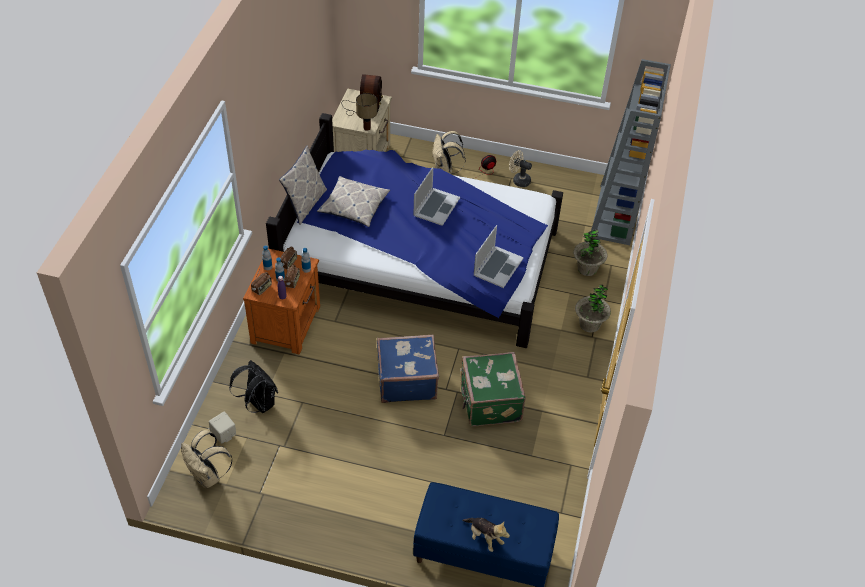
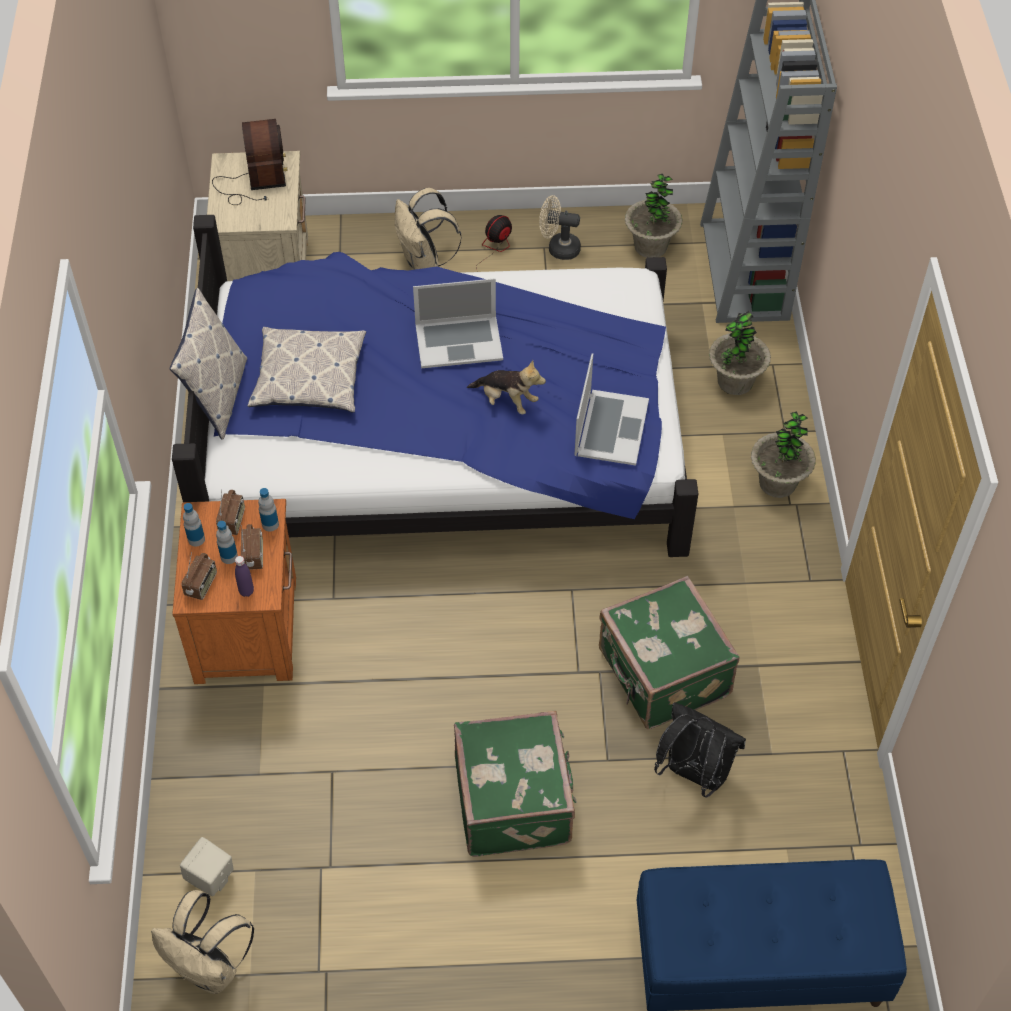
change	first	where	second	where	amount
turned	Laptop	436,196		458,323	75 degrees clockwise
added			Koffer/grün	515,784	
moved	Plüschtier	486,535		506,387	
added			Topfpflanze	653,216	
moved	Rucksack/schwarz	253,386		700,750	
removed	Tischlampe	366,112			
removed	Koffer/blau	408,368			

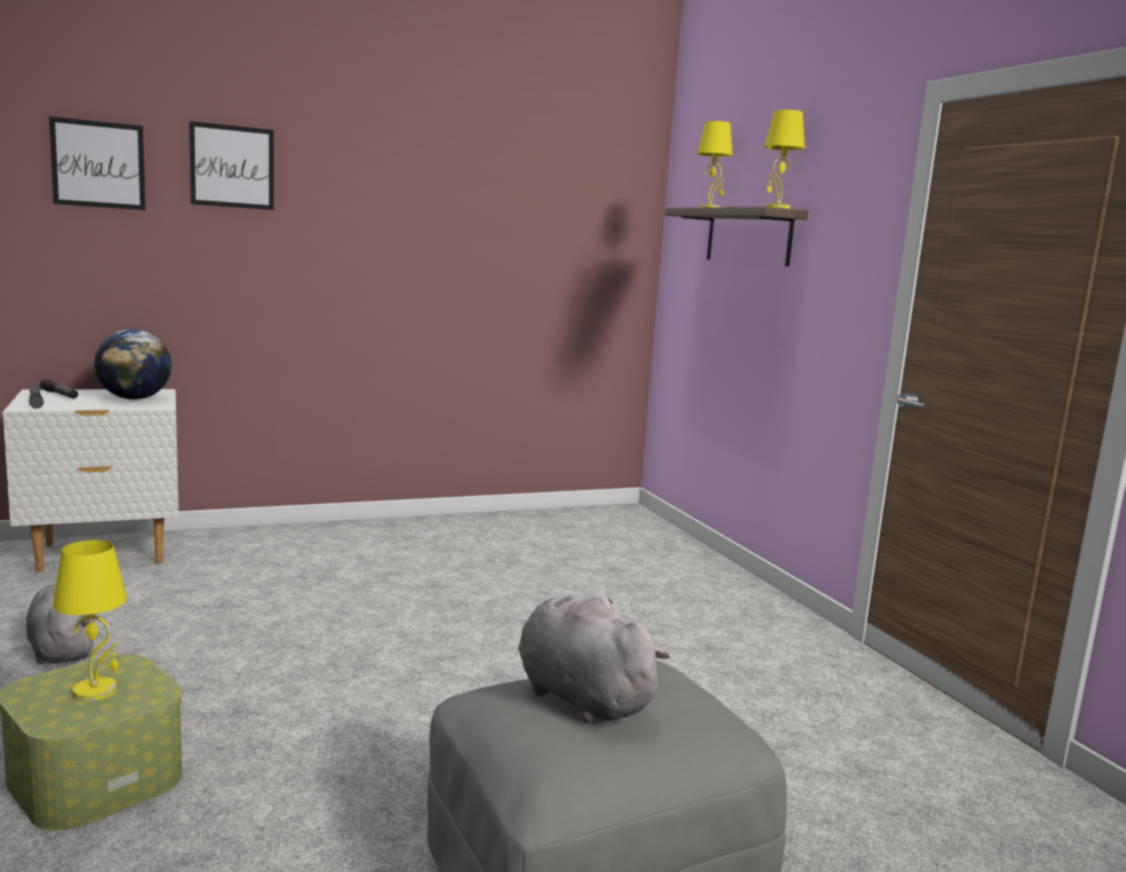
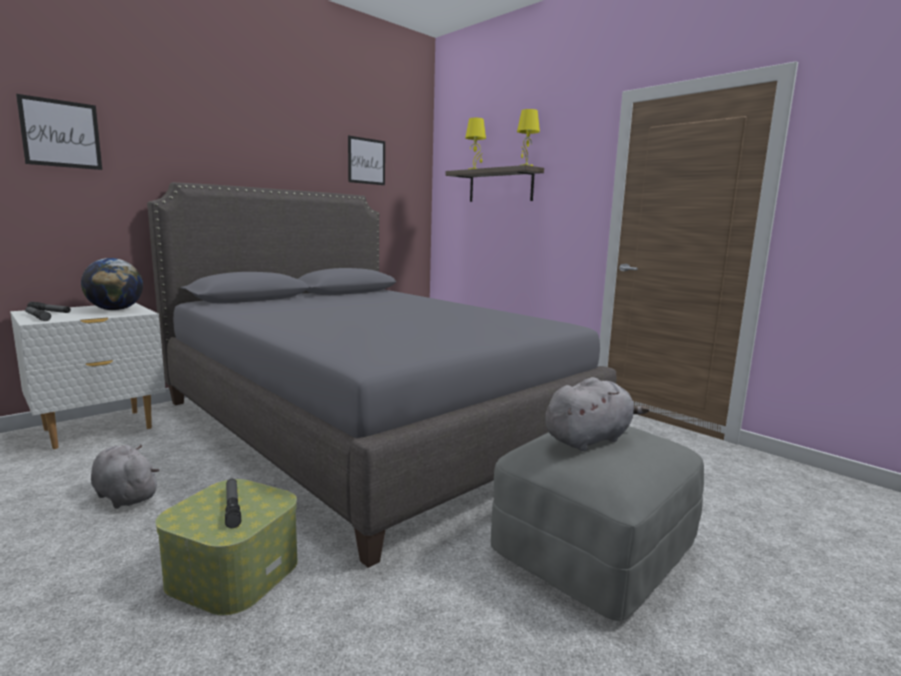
change	first	where	second	where	amount
added			Bett/grau	381,375	
replaced	Tischlampe/gelb	90,620	Taschenlampe	233,503	
moved	Bild	231,165		366,160	
turned	Plüschtier/grau	594,660		597,414	120 degrees clockwise

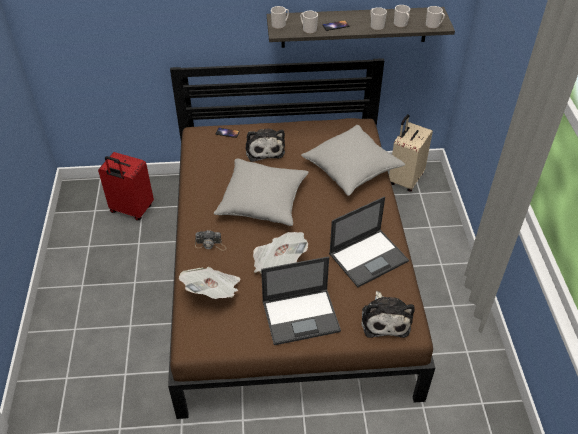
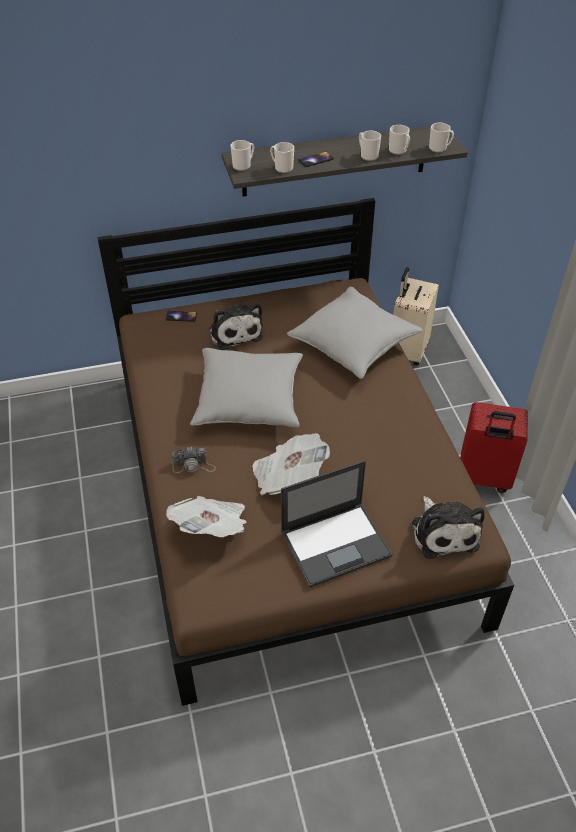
change	first	where	second	where	amount
moved	Koffer/rot	126,186		494,447	
removed	Laptop	369,242			

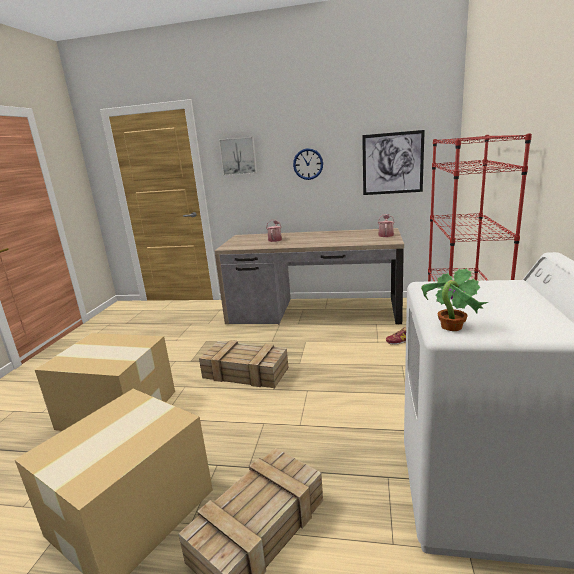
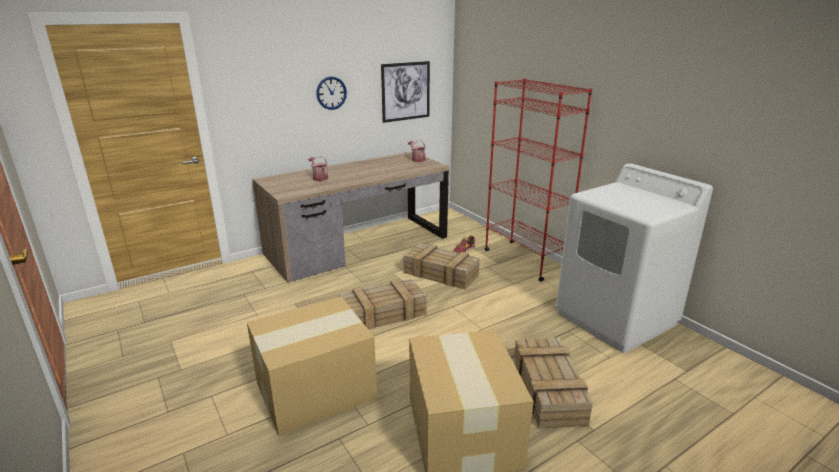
change	first	where	second	where	amount
added			Kiste	441,266	
removed	Bild	238,156			
removed	Topfpflanze	454,299			

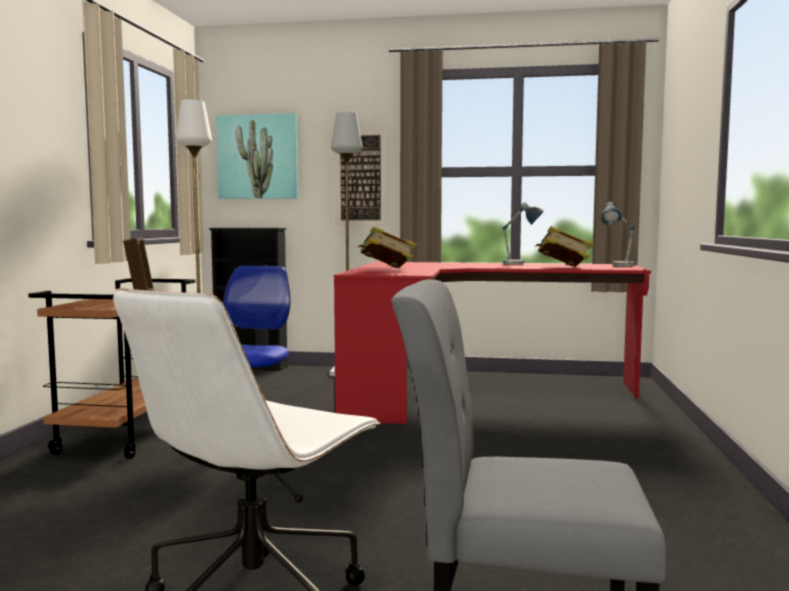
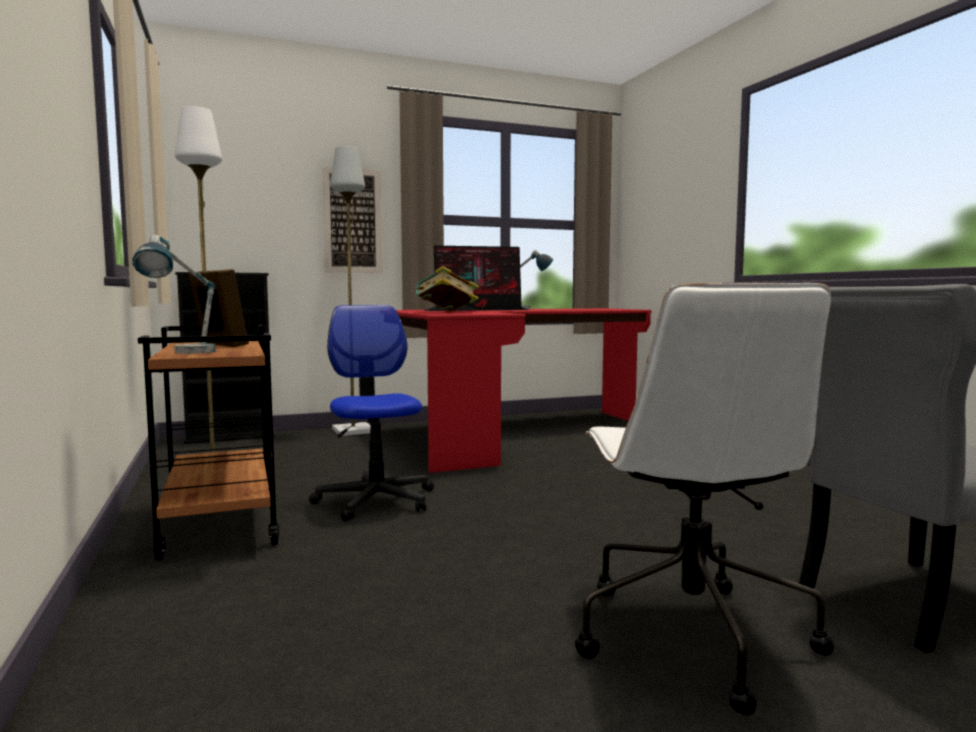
change	first	where	second	where	amount
moved	Tischlampe	618,234		174,294	
added			Monitor	476,278	
removed	Bild	257,156			
removed	Buch	564,246			

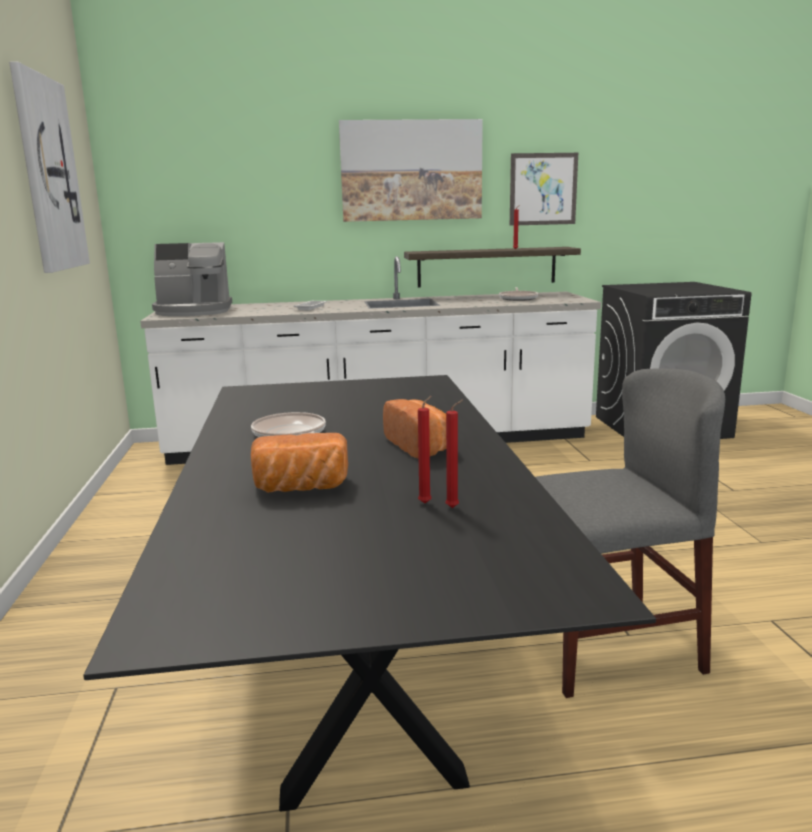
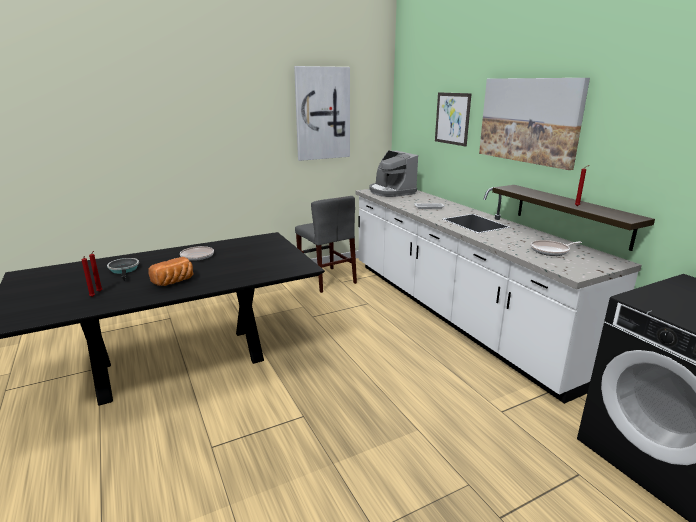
change	first	where	second	where	amount
replaced	Brot	299,463	Pfanne	123,269	
moved	Stuhl/grau	630,533		326,244	
moved	Bild	544,189		453,119	

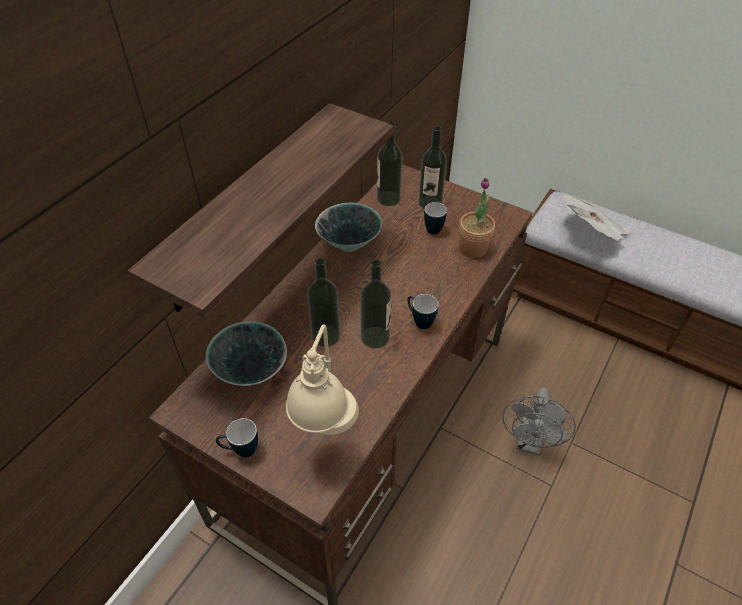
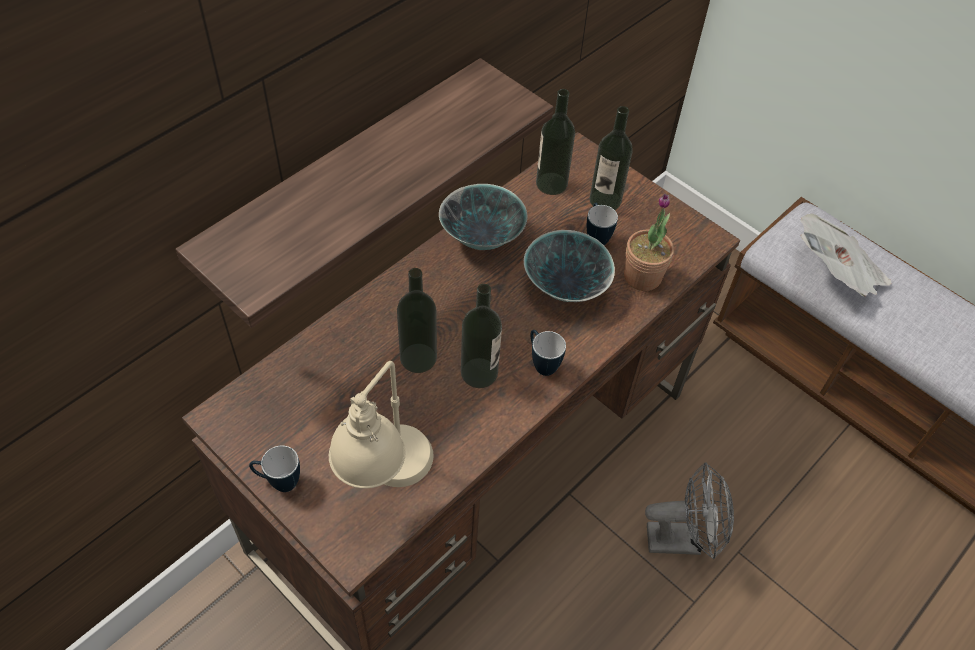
change	first	where	second	where	amount
moved	Schüssel	246,353		569,266	
turned	Ventilator/grau	539,421		689,511	120 degrees counterclockwise

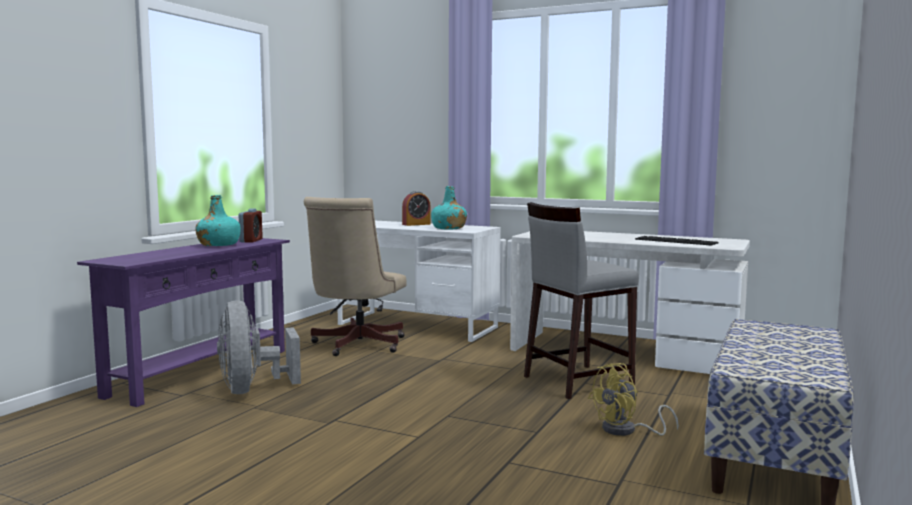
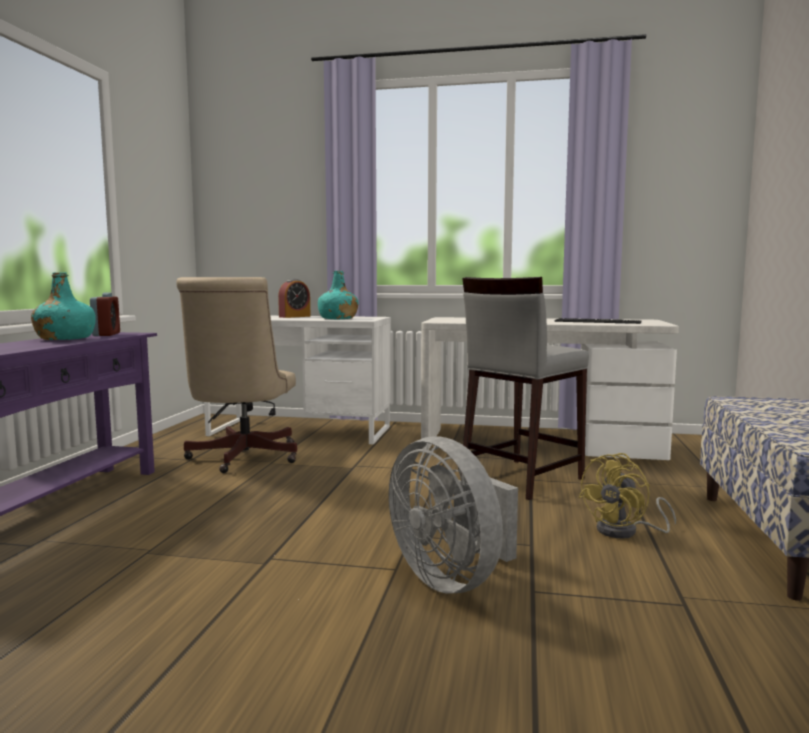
change	first	where	second	where	amount
moved	Ventilator/grau	259,347		453,514	

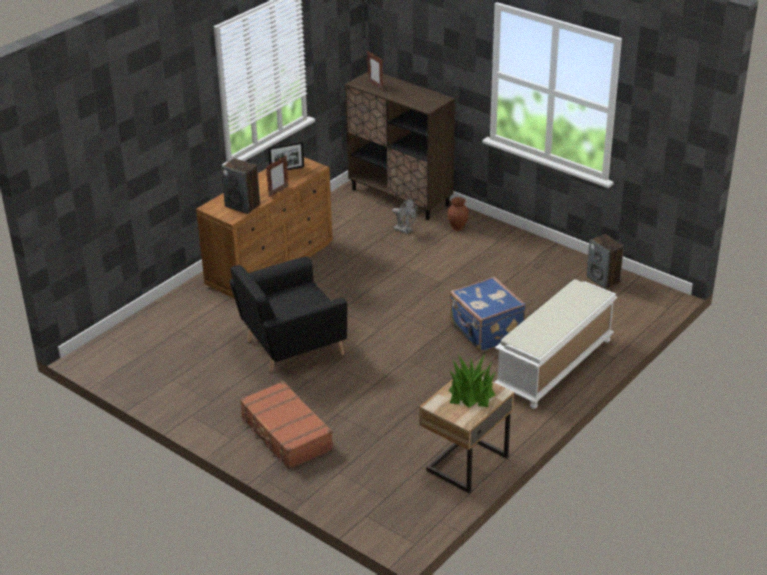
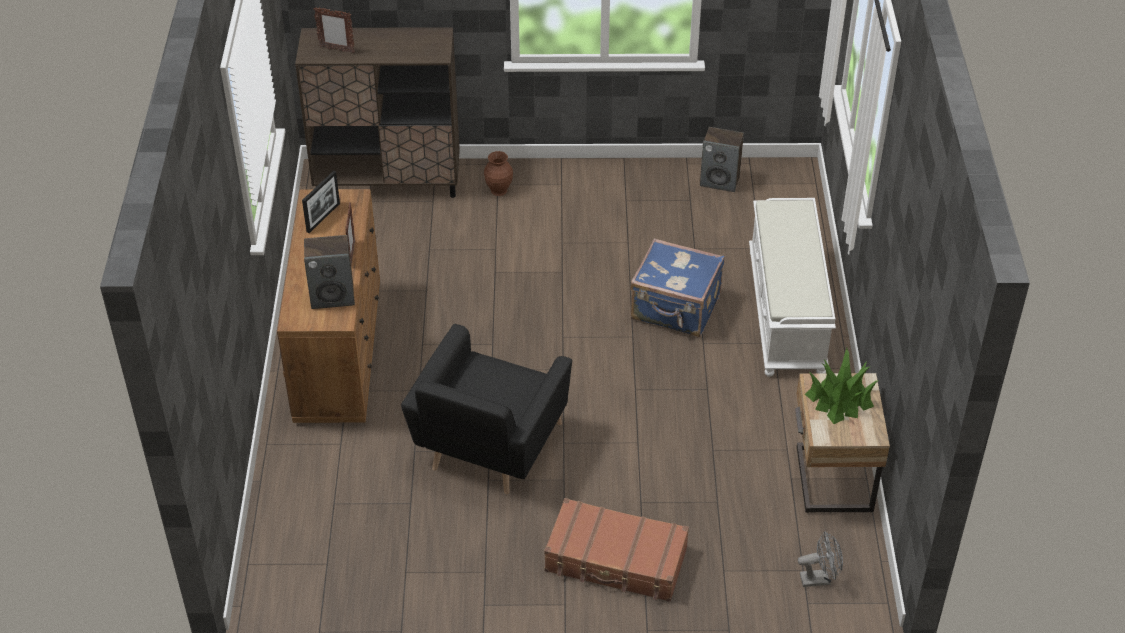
change	first	where	second	where	amount
moved	Ventilator/grau	405,216		820,559	

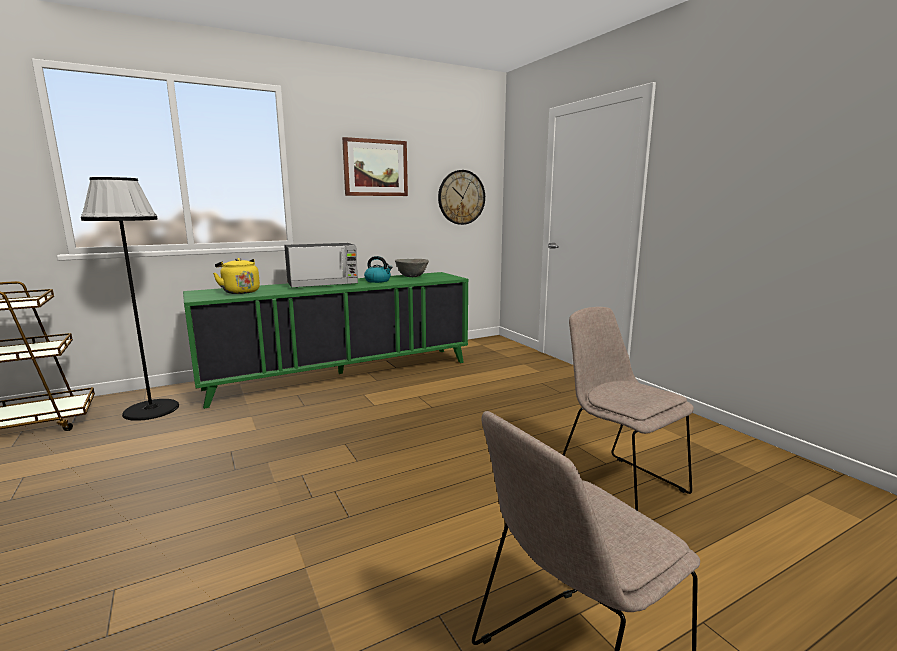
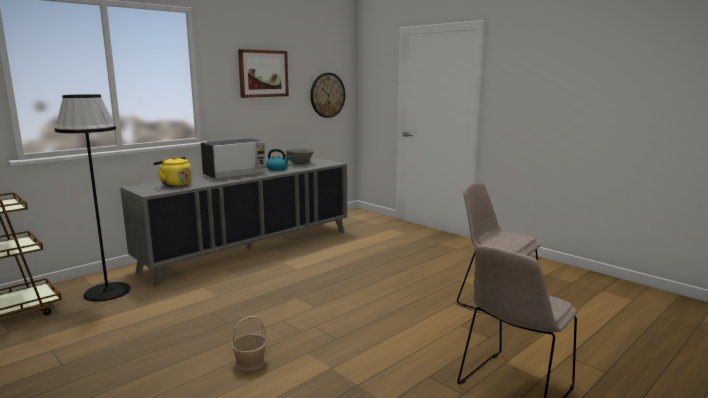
change	first	where	second	where	amount
recoloured	Schrank/grün	325,340	Schrank/grau	233,222	
added			Korb	249,343	

